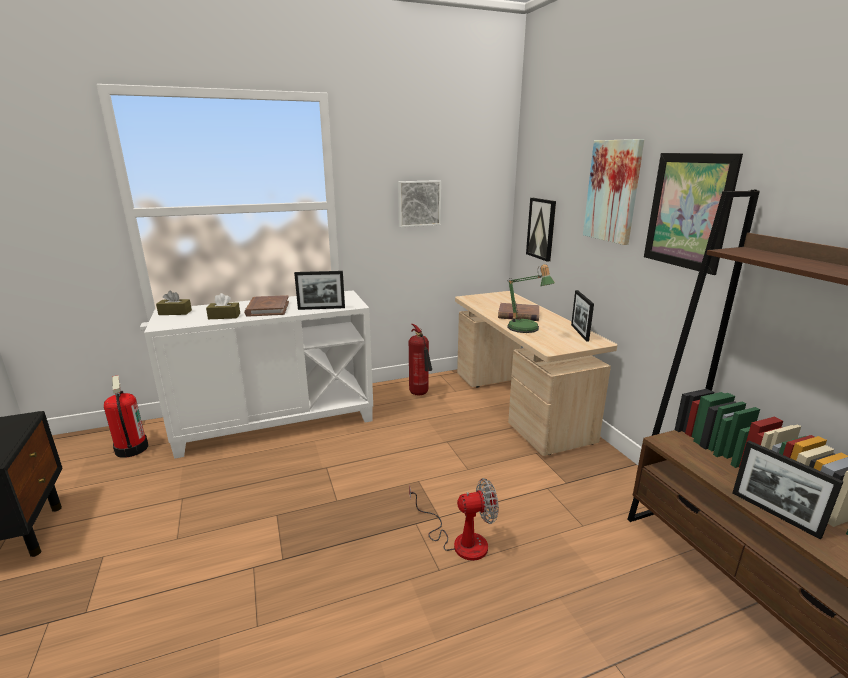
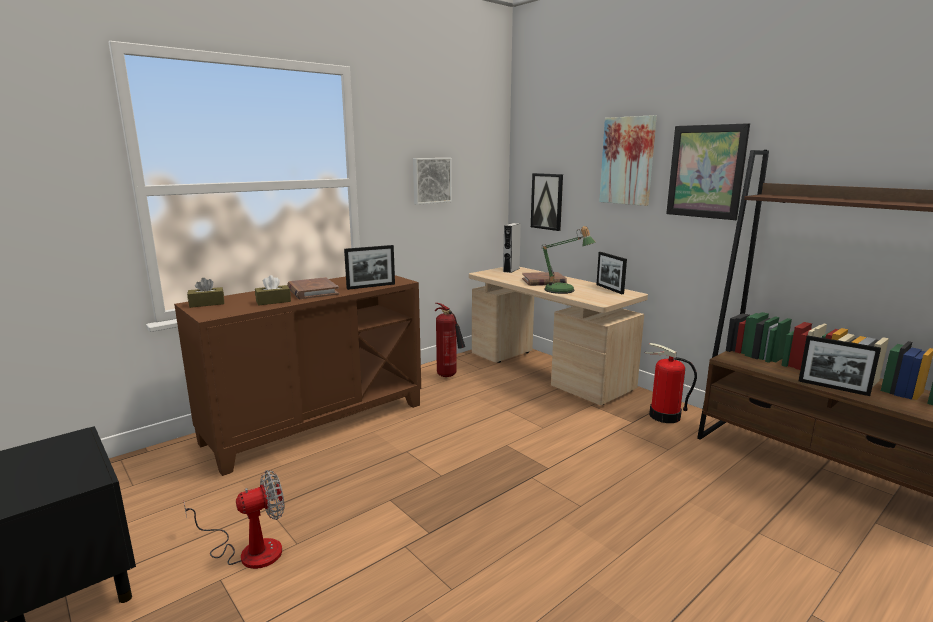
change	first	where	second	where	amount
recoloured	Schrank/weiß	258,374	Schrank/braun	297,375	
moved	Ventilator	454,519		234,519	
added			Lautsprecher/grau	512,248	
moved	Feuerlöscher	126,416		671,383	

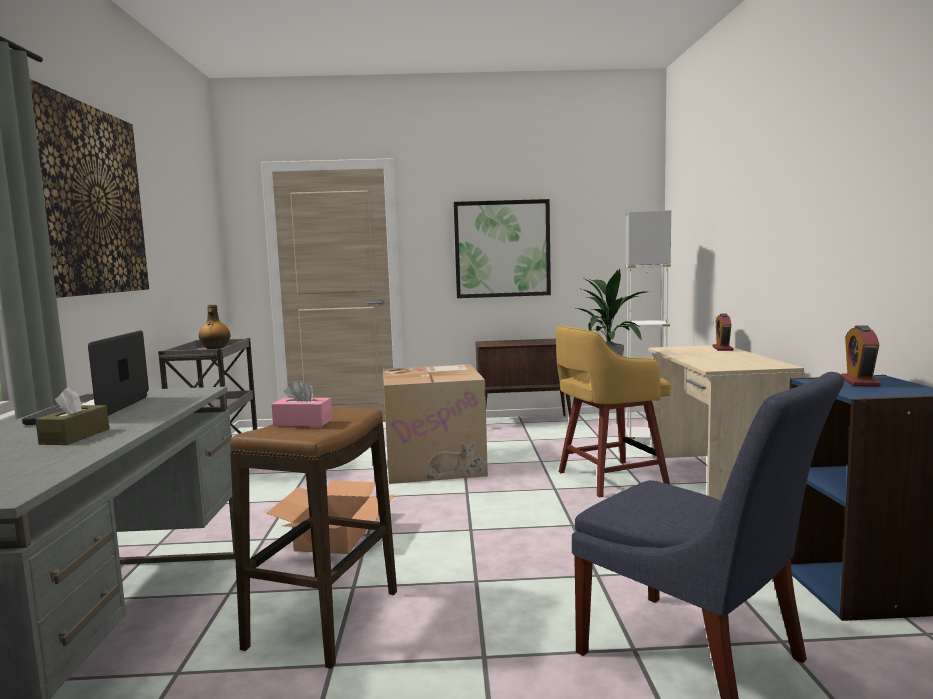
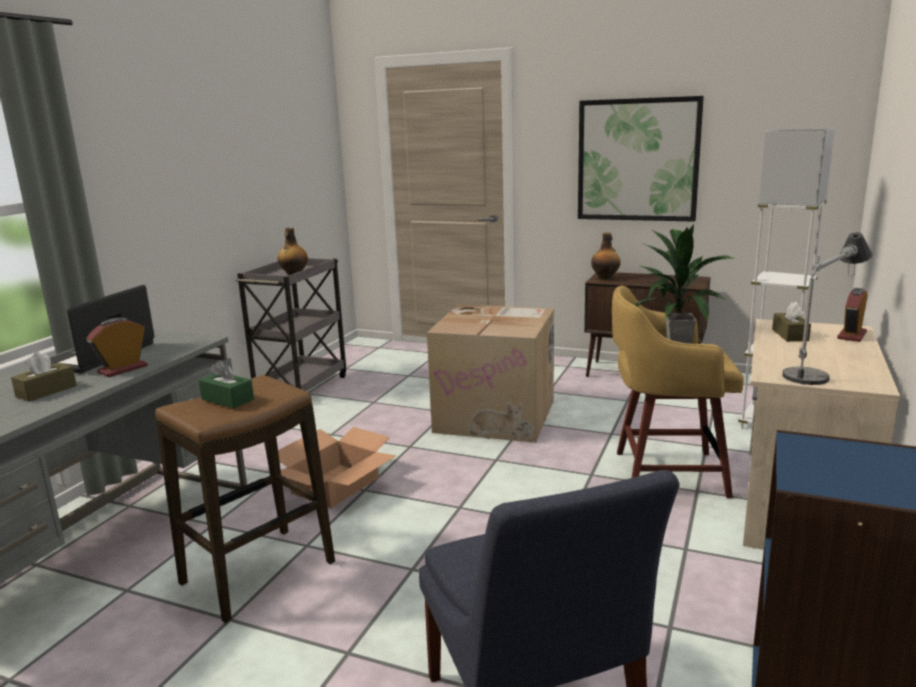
change	first	where	second	where	amount
moved	Wecker	861,356		117,347	
recoloured	Taschentuchbox/rosa	301,402	Taschentuchbox/grün	226,384	
added			Flasche	606,256	
added			Taschentuchbox/braun	791,322	
added			Tischlampe	828,308	
removed	Bild	89,188			

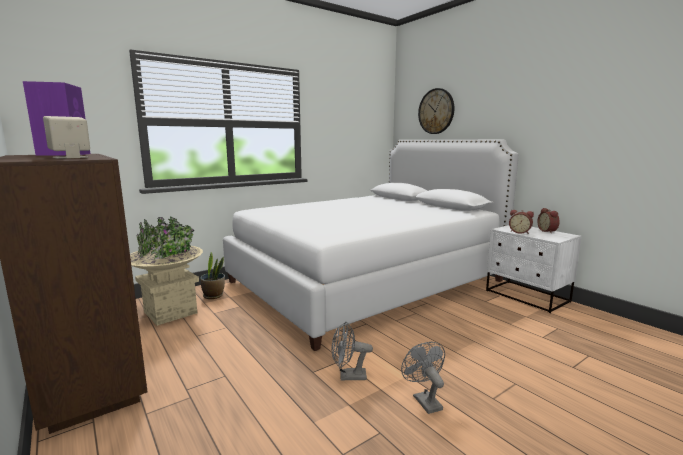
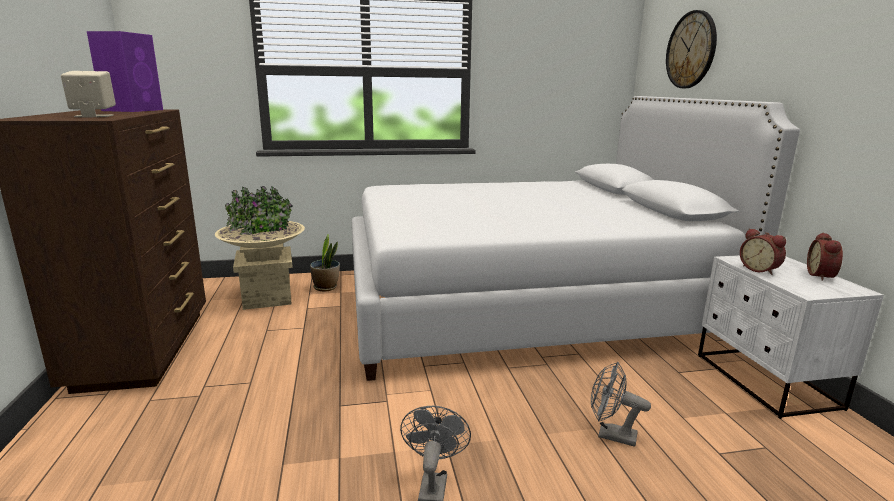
change	first	where	second	where	amount
moved	Ventilator/grau	352,351		621,404	

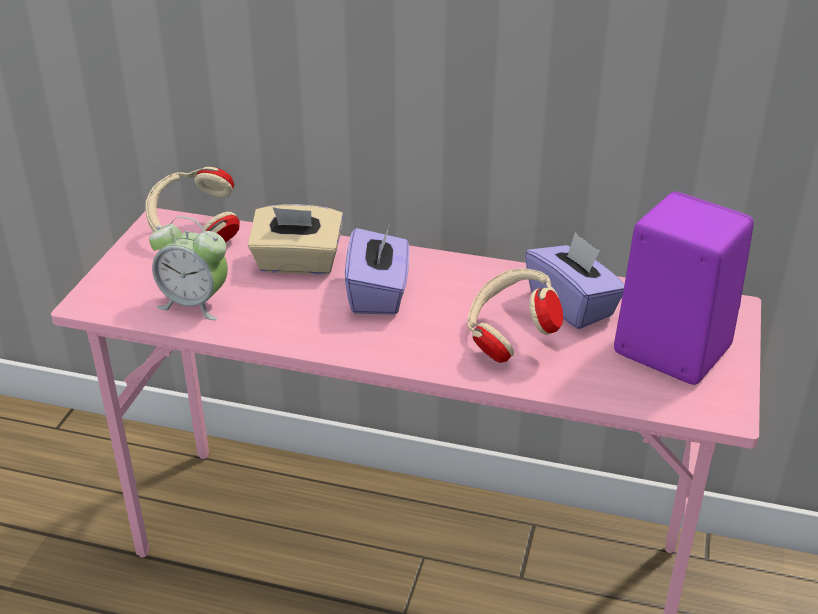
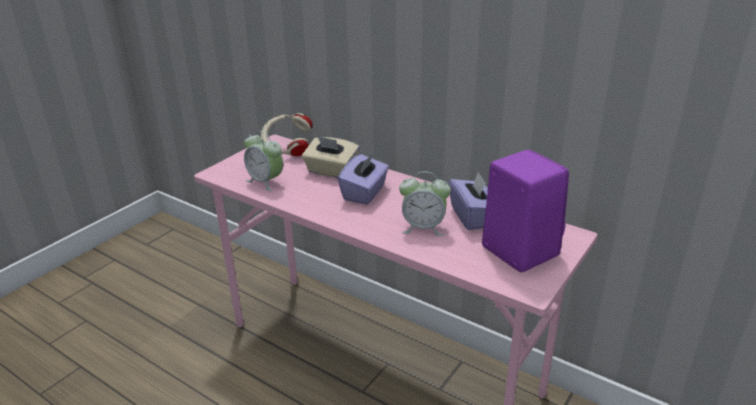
change	first	where	second	where	amount
replaced	Kopfhörer/beige	515,315	Wecker	425,204	

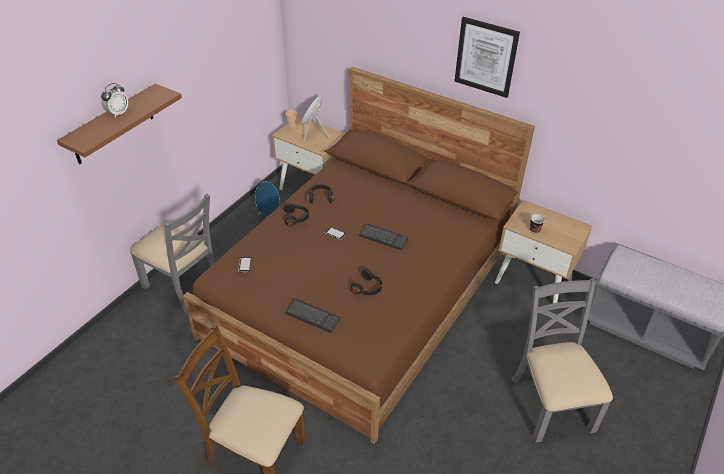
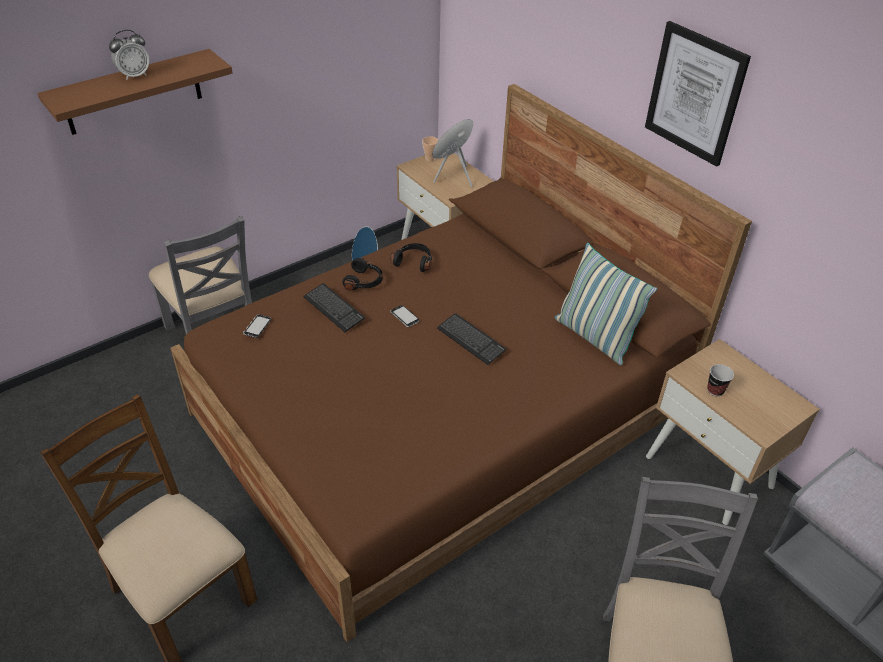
change	first	where	second	where	amount
moved	Tastatur	312,316		334,307	
added			Kissen	606,304	
removed	Kopfhörer/schwarz	366,282			

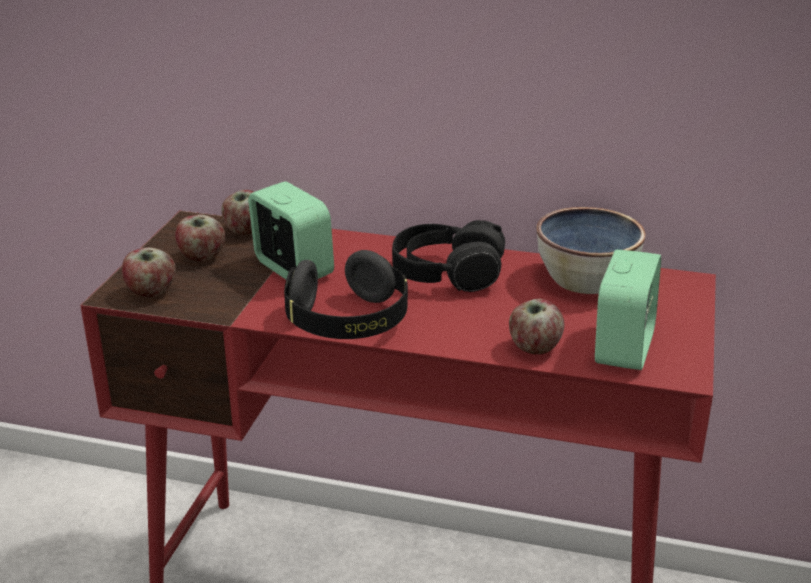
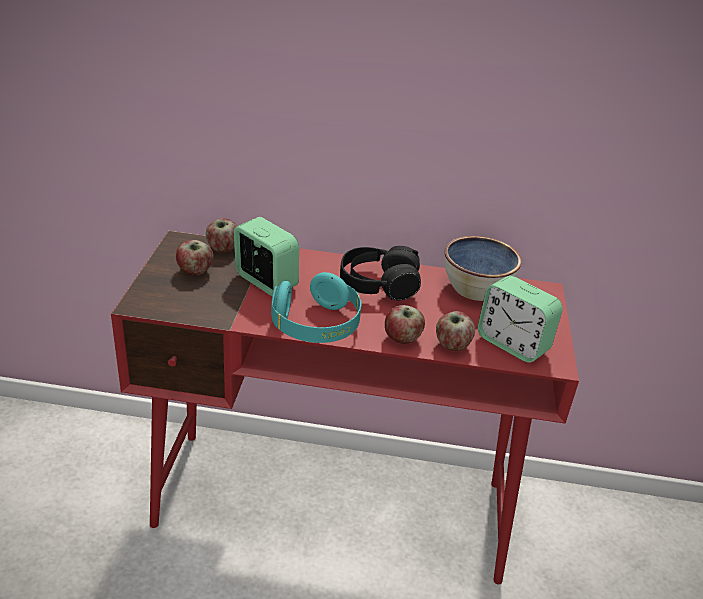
change	first	where	second	where	amount
recoloured	Kopfhörer/schwarz	346,294	Kopfhörer/türkis	316,307	
moved	Apfel	149,272		405,324	
turned	Wecker	628,309		520,319	120 degrees clockwise

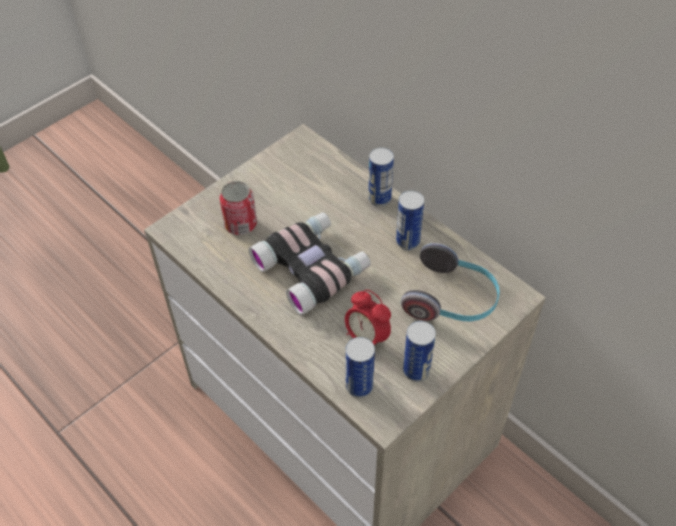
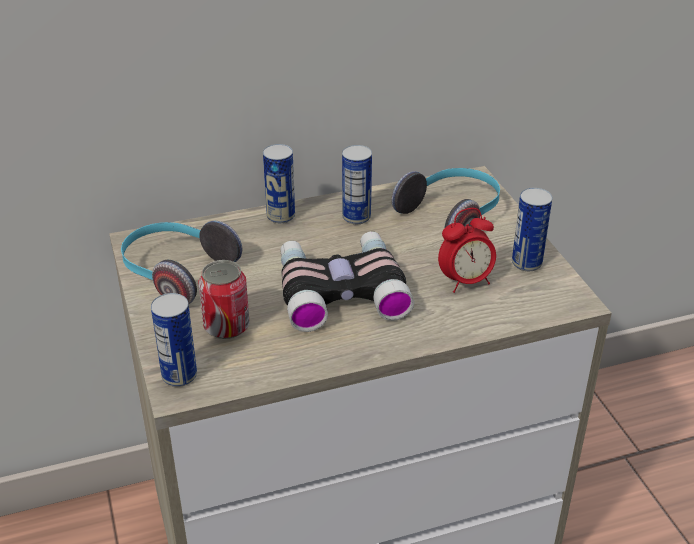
change	first	where	second	where	amount
added			Kopfhörer	181,263	
moved	Dose	360,367		174,340	

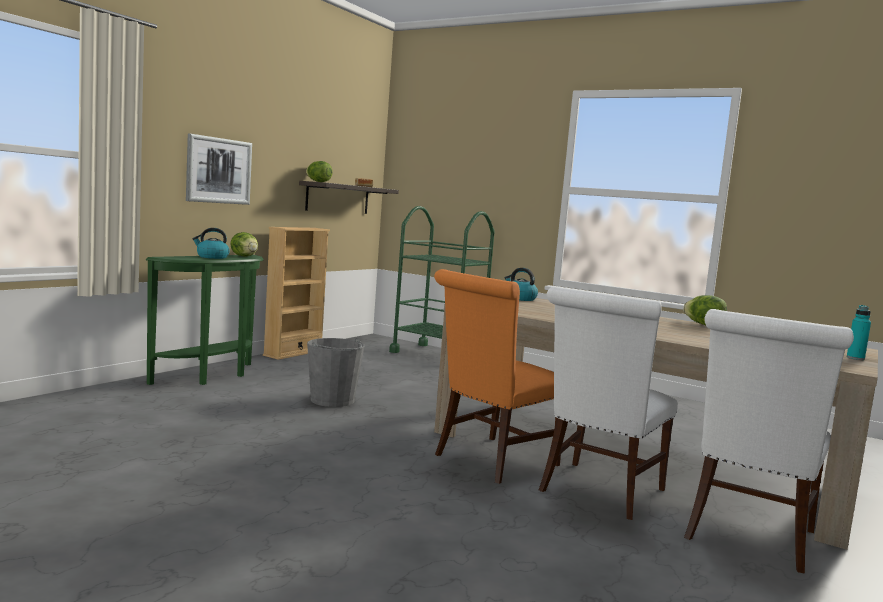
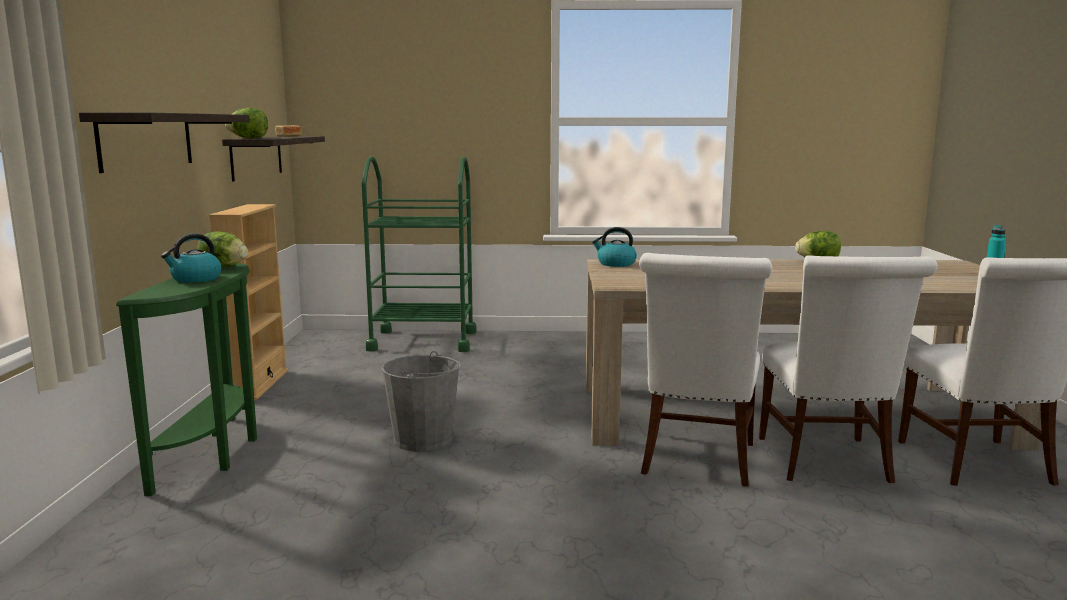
change	first	where	second	where	amount
replaced	Bild	219,169	Wandregal	164,143	
recoloured	Stuhl/orange	497,376	Stuhl/weiß	705,370	

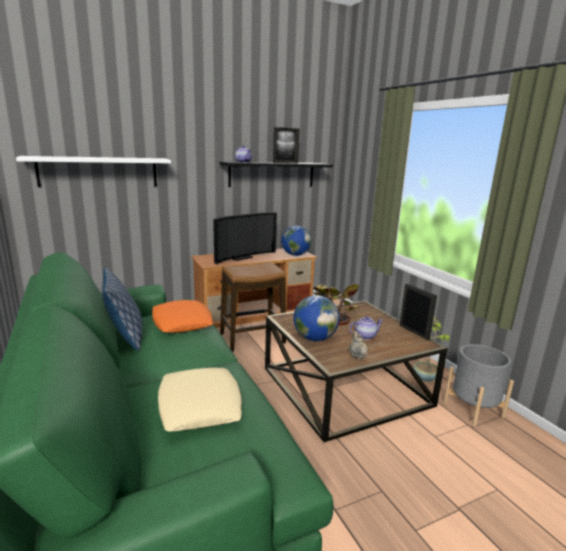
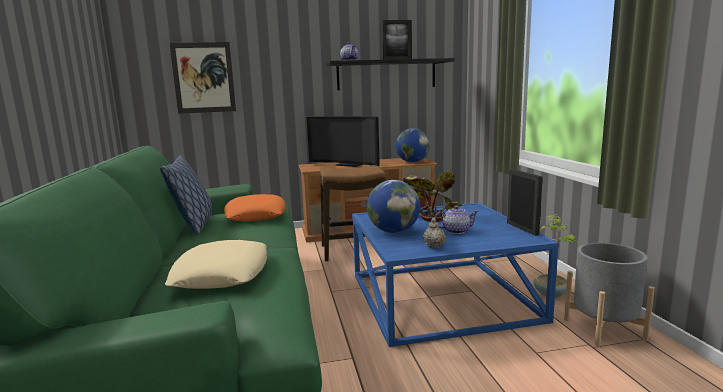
change	first	where	second	where	amount
replaced	Wandregal/weiß	93,171	Bild	202,78	
turned	Fernseher	245,238		343,141	60 degrees clockwise
recoloured	Couchtisch/braun	356,371	Couchtisch/blau	455,275	

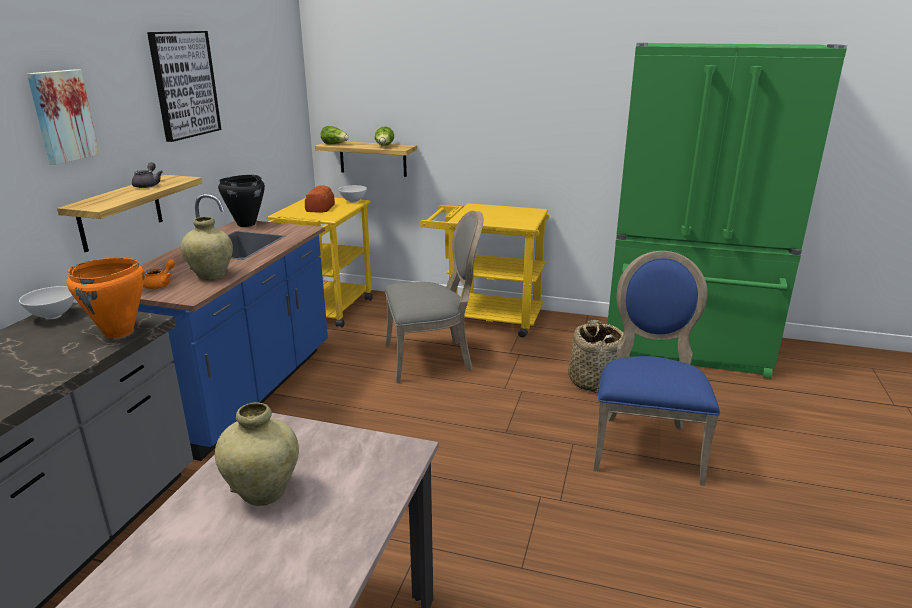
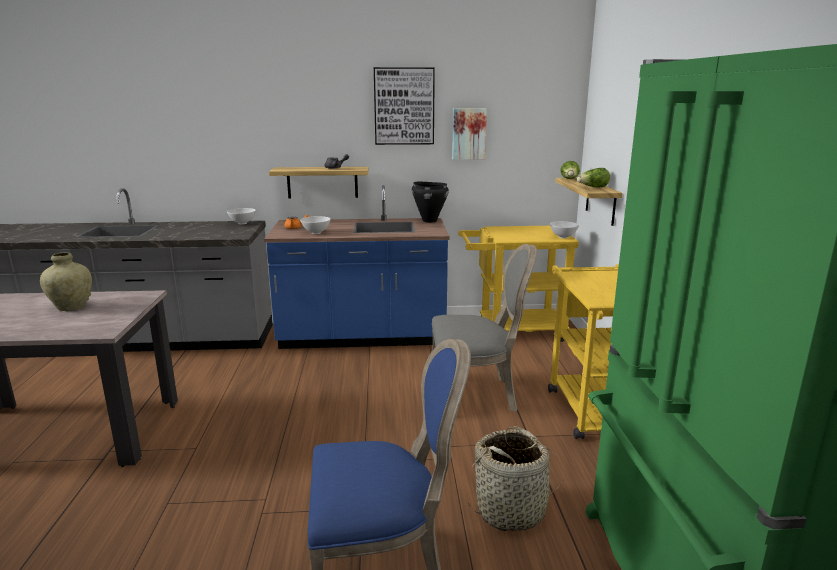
change	first	where	second	where	amount
replaced	Vase/beige	207,248	Schüssel/weiß	315,225	
turned	Stuhl/grau	434,297		484,328	60 degrees counterclockwise
moved	Bild	63,117		469,134	
removed	Kochtopf/orange	106,298			
removed	Brot	320,198			

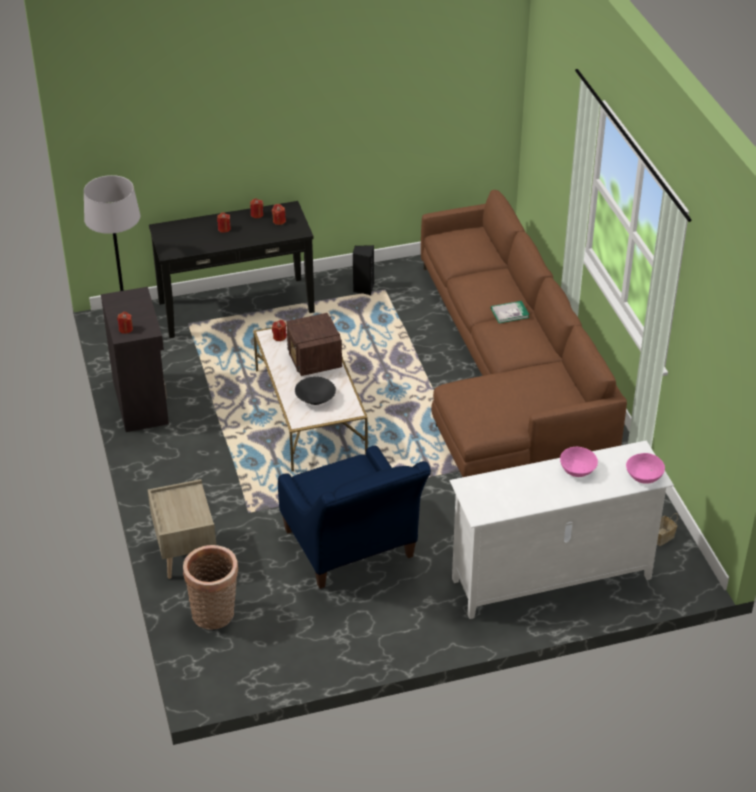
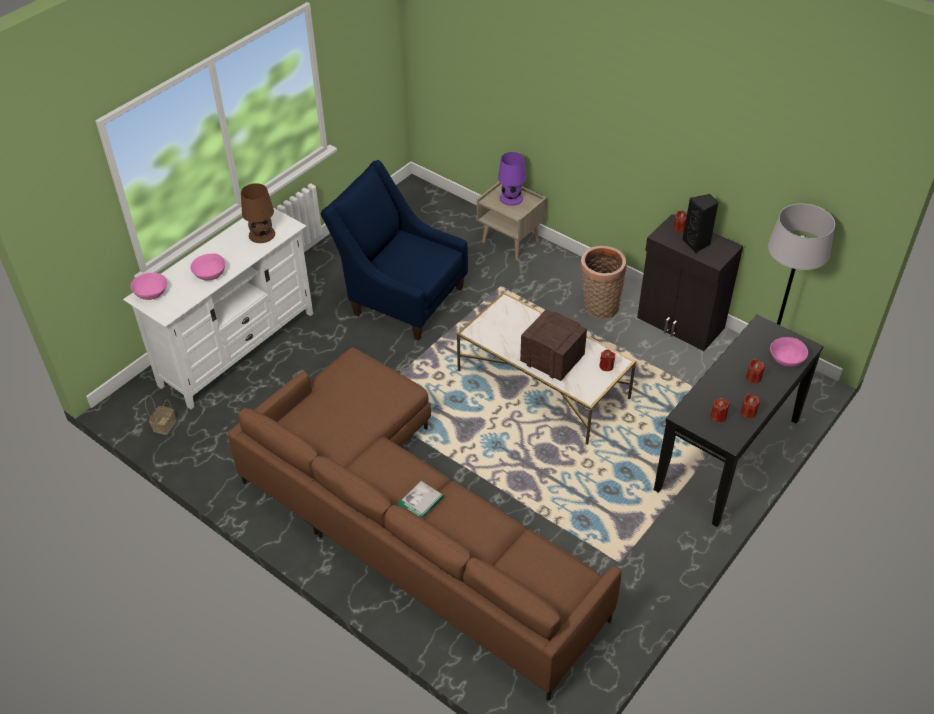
change	first	where	second	where	amount
added			Tischlampe/braun	258,213	
added			Tischlampe/lila	512,179	
moved	Korb	210,587		603,282	
moved	Lautsprecher/schwarz	363,270		700,223	
added			Schüssel/rosa	789,352	
removed	Schüssel/schwarz	315,391			

